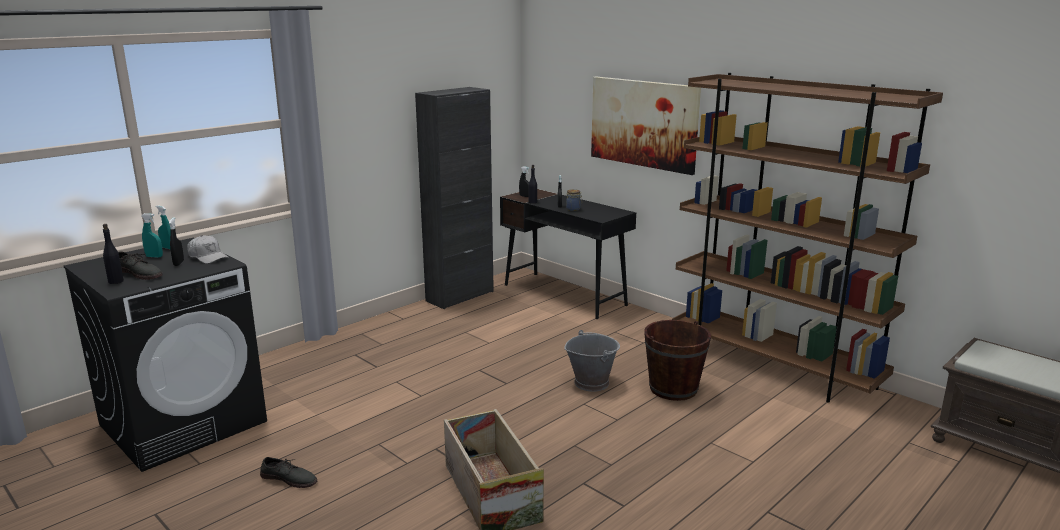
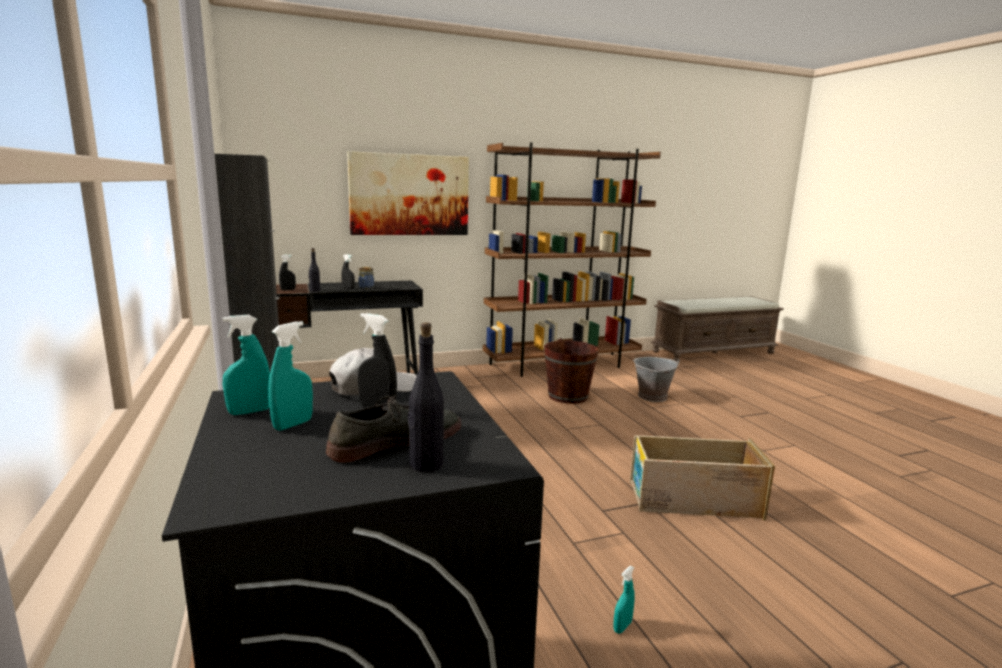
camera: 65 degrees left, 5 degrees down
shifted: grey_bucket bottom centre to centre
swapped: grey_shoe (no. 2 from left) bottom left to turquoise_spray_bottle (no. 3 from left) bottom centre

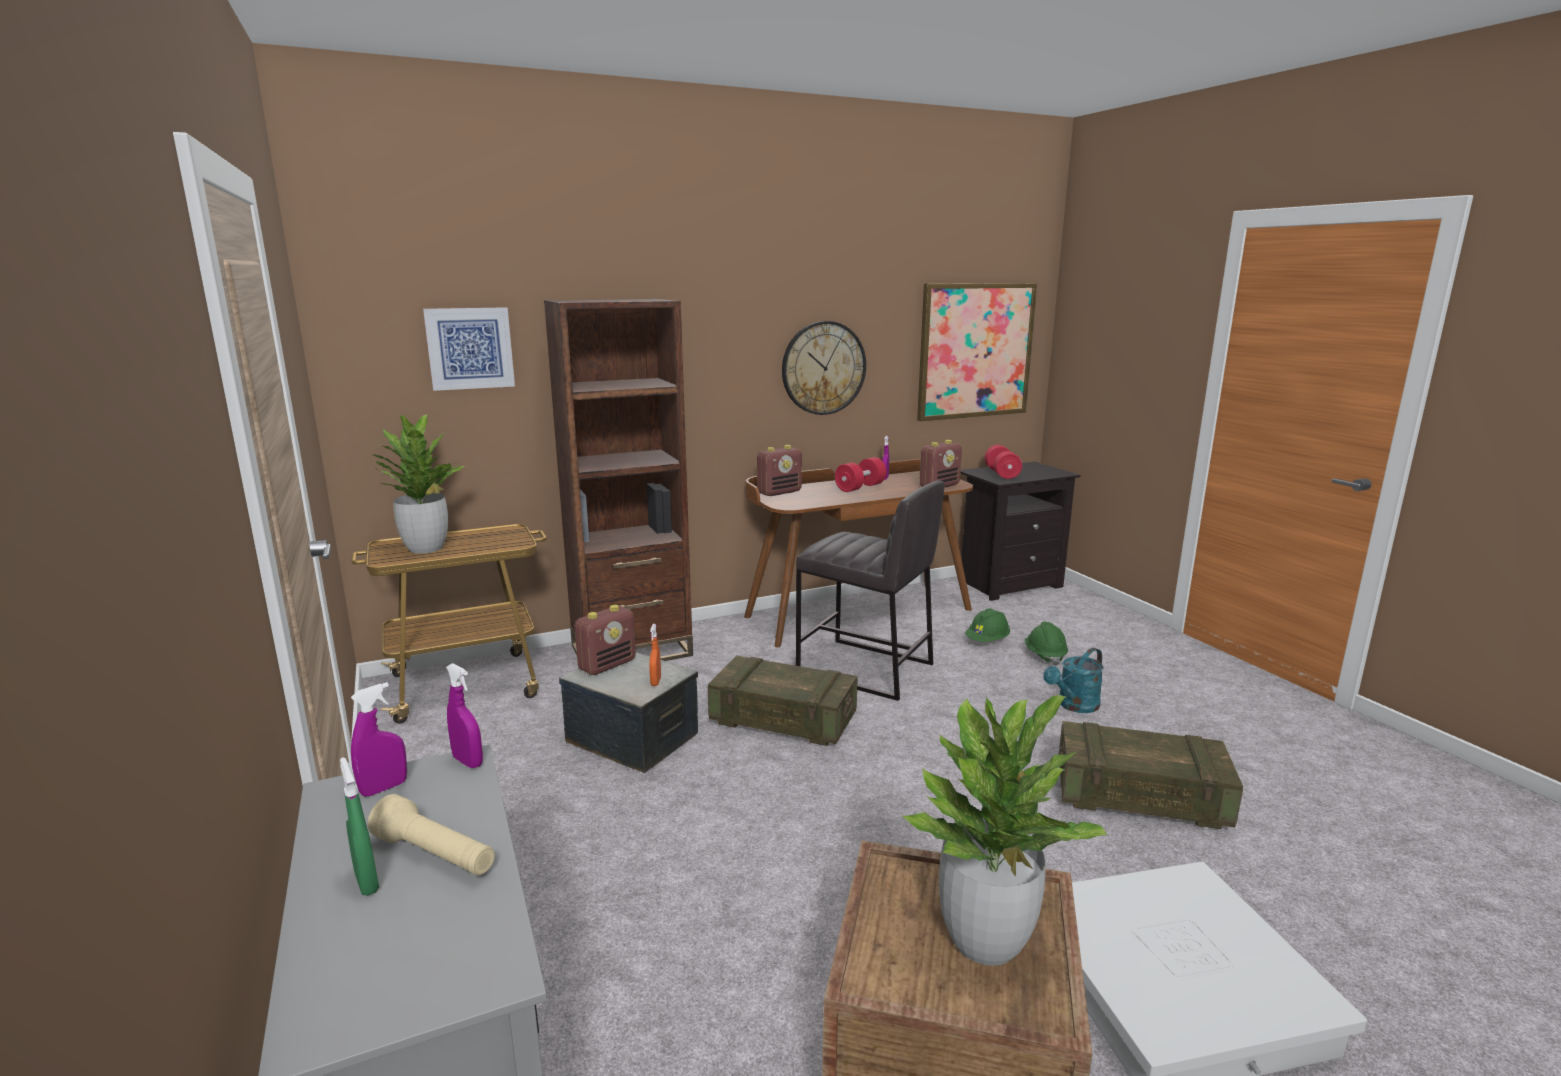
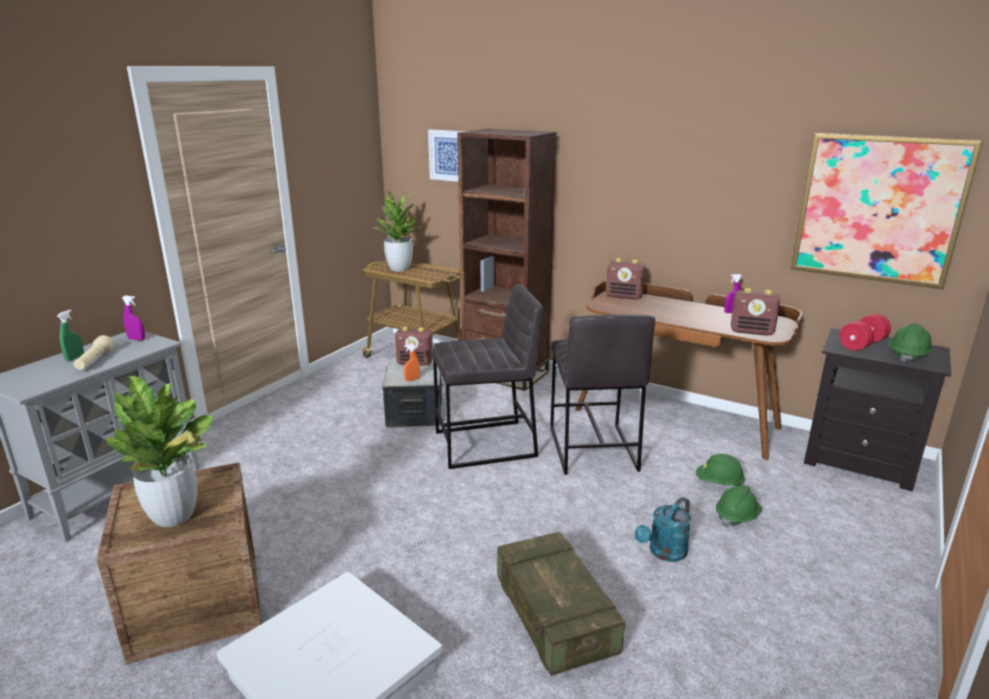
camera: 55 degrees right, 5 degrees up
gone: purple_spray_bottle (no. 2 from left) middle left; wall_clock centre; red_dumbbell (no. 1 from left) centre
new: green_hard_hat (no. 3 from left) middle right
swapped: crate (no. 1 from left) centre to grey_stool (no. 1 from left) centre
rotated: turquoise_watering_can middle right = bottom right 60 degrees counterclockwise

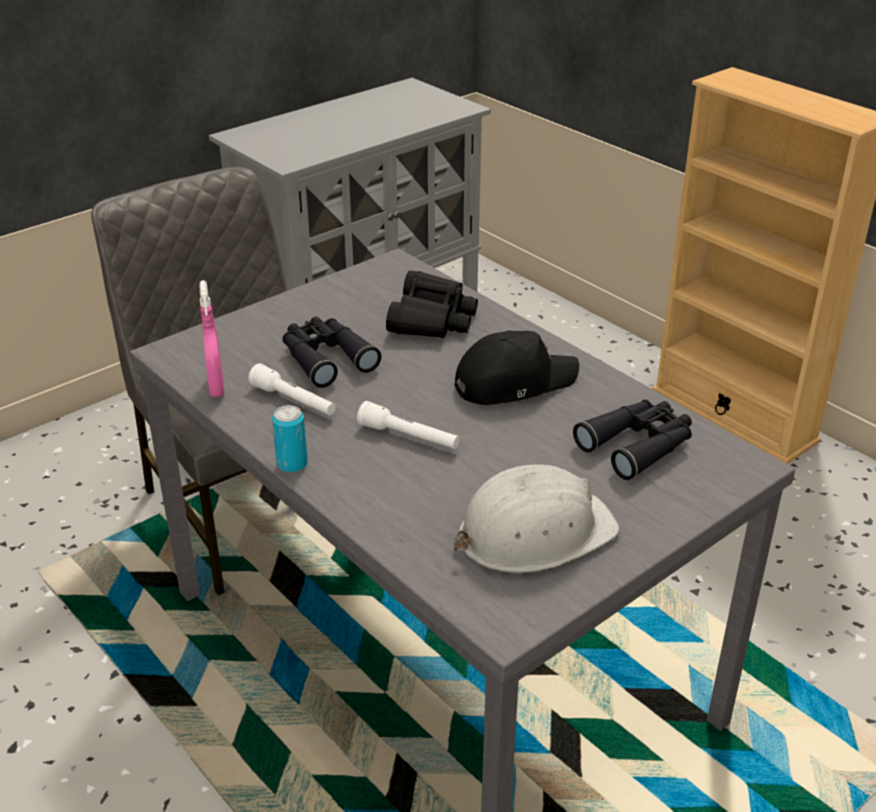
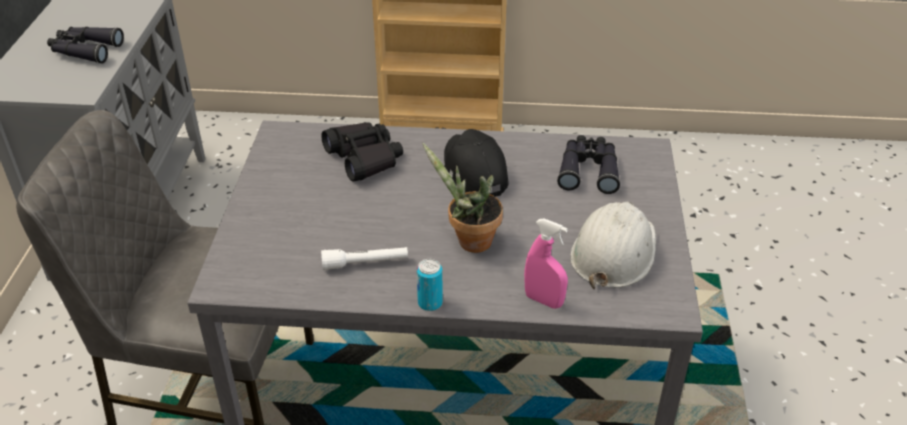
camera: 45 degrees left, 5 degrees up
shifted: pink_spray_bottle middle left to centre; black_binoculars (no. 1 from left) centre to top left
swapped: white_flashlight (no. 2 from left) centre to potted_plant centre
rotated: black_cap centre = centre 45 degrees counterclockwise

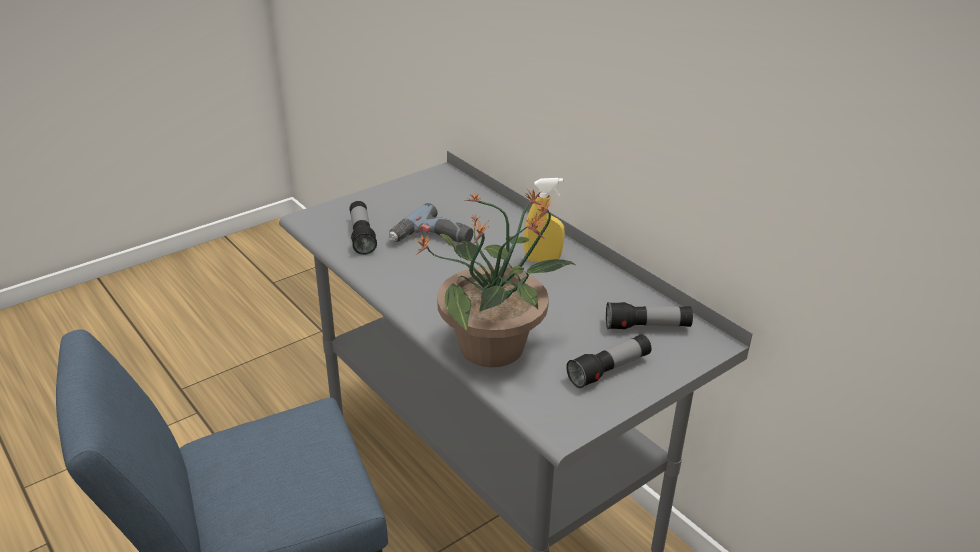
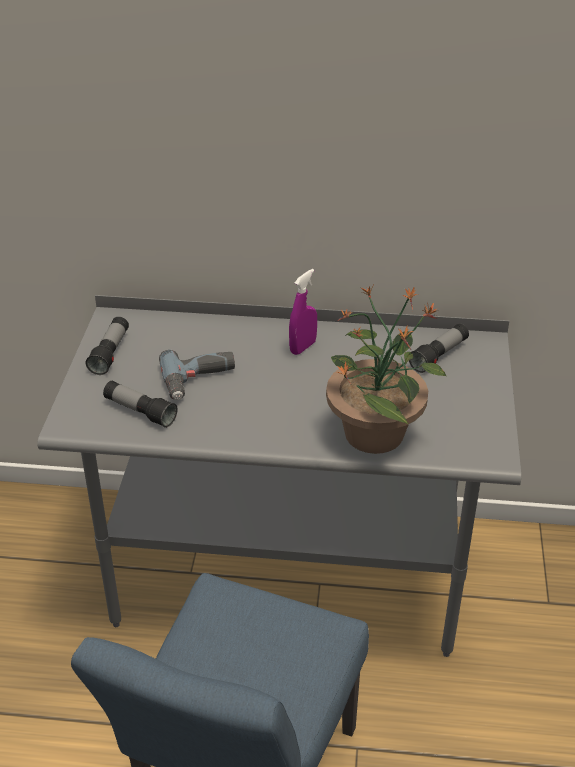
camera: 45 degrees left, 5 degrees up
shifted: flashlight (no. 2 from left in the first image) centre to flashlight (no. 1 from left) middle left
repainted: yellow_spray_bottle centre to purple_spray_bottle centre

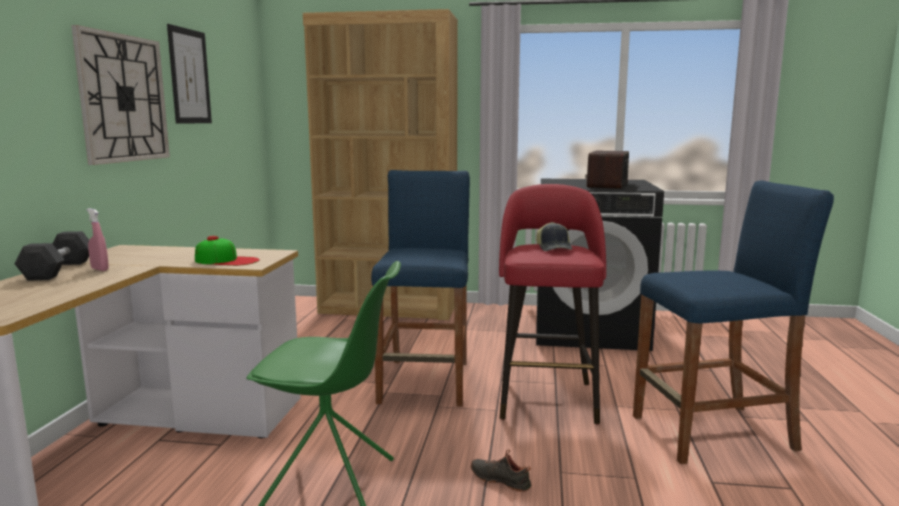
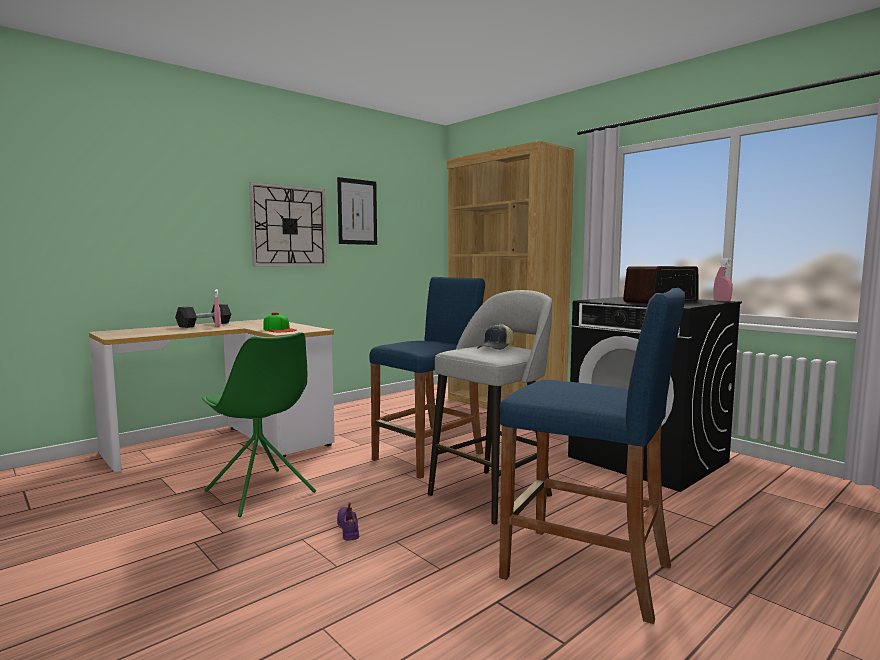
camera: 40 degrees right, 5 degrees down
new: pink_spray_bottle (no. 2 from left) middle right
repainted: black_shoe bottom centre to purple_shoe bottom centre; red_stool centre to grey_stool centre

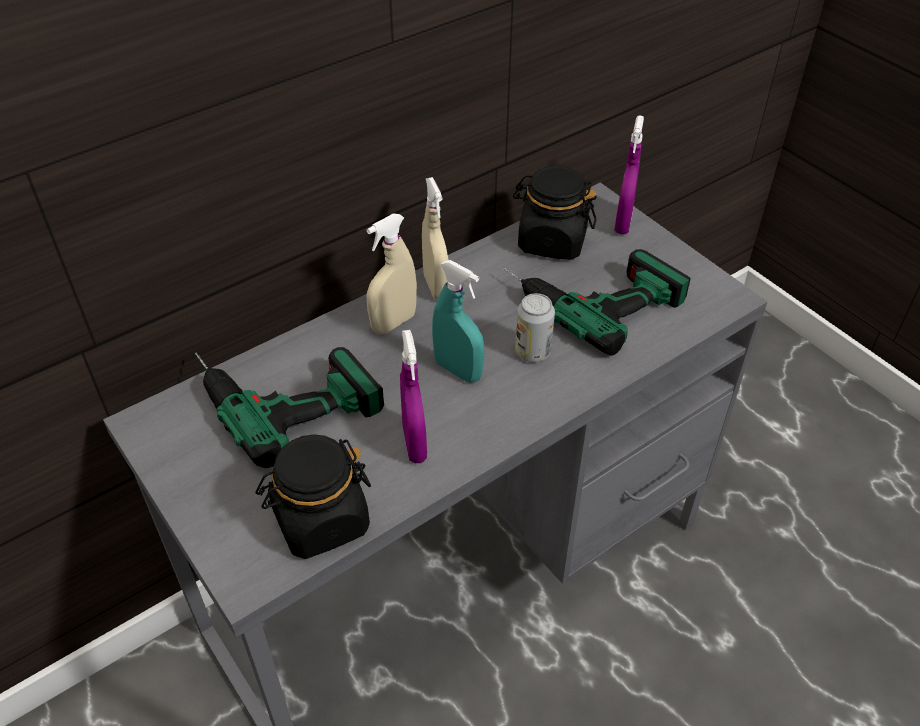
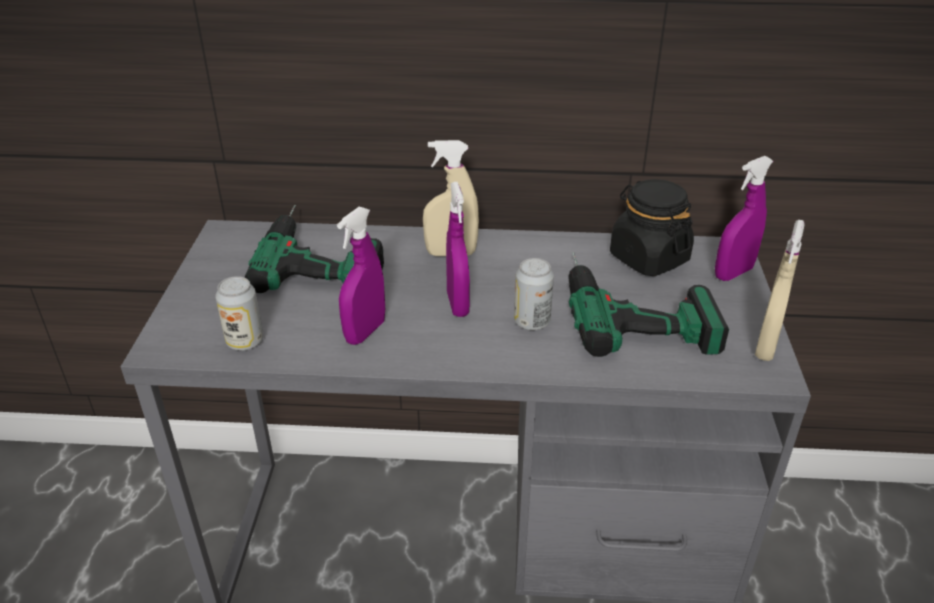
camera: 40 degrees right, 10 degrees down
shifted: beige_spray_bottle (no. 2 from left) top centre to middle right
swapped: black_jar (no. 1 from left) bottom centre to can (no. 1 from left) middle left
repainted: turquoise_spray_bottle centre to purple_spray_bottle (no. 2 from left) centre

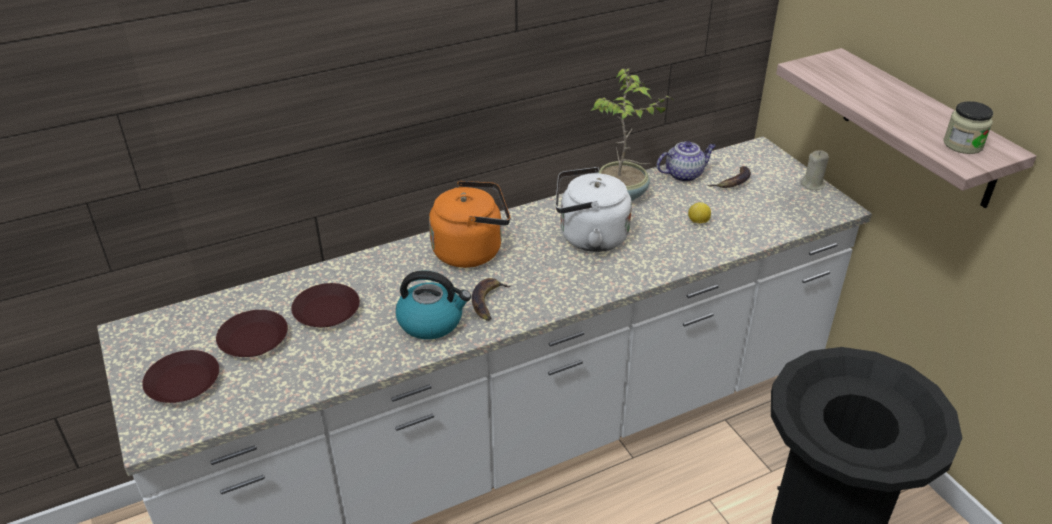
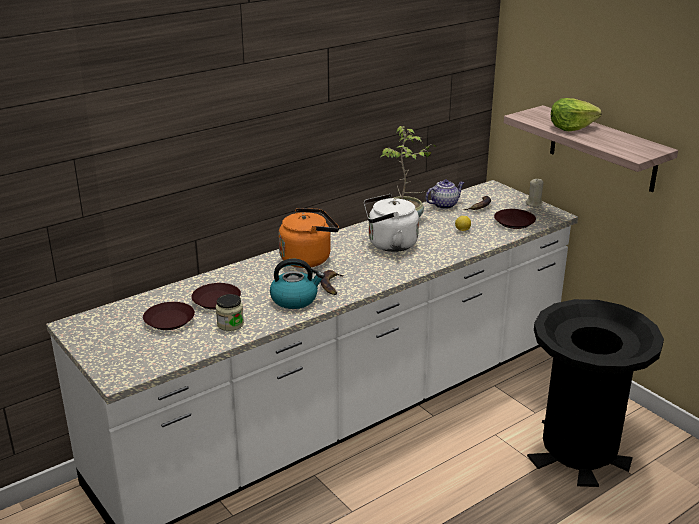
camera: 10 degrees left, 10 degrees down
new: lettuce top right
shifted: brown_plate (no. 1 from left in the first image) bottom left to brown_plate (no. 3 from left) middle right; jar top right to middle left

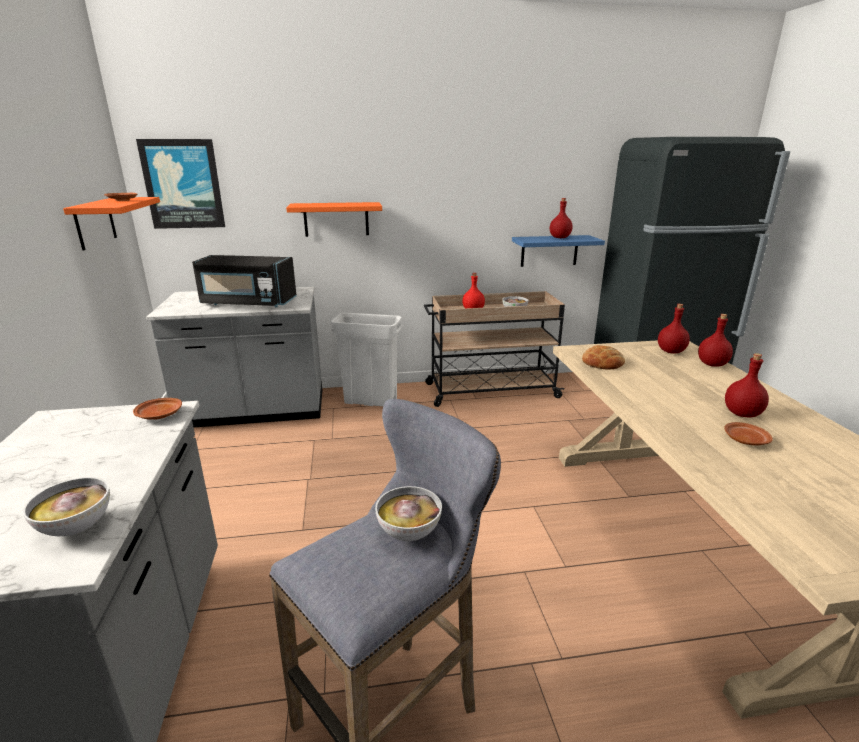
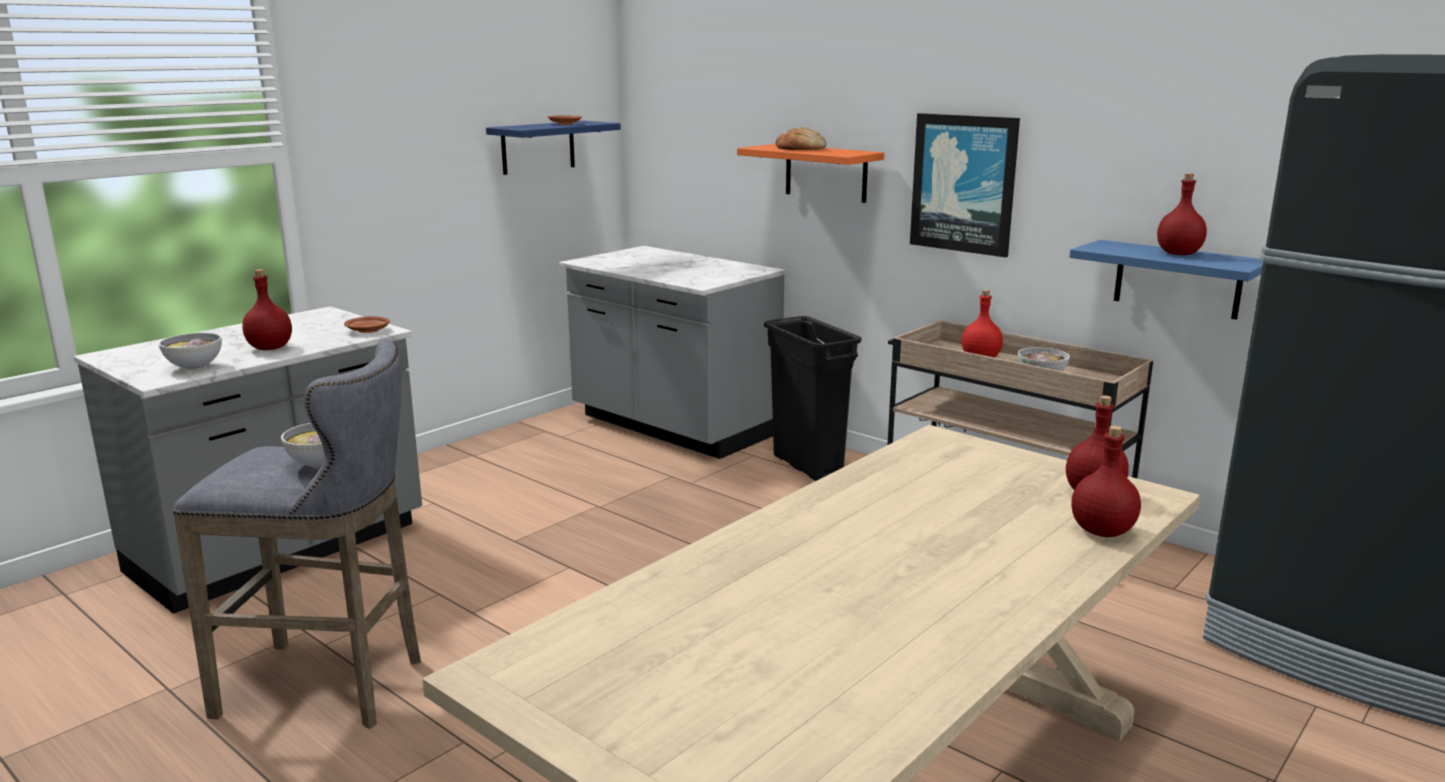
camera: 50 degrees right, 5 degrees down
gone: black_microwave middle left; brown_plate (no. 3 from left) middle right
shifted: picture top left to top right; bread middle right to top centre; red_bottle (no. 5 from left in the first image) middle right to red_bottle (no. 1 from left) middle left
repainted: orange_shelf (no. 1 from left) top left to blue_shelf (no. 1 from left) top centre; white_trash_can centre to black_trash_can centre

